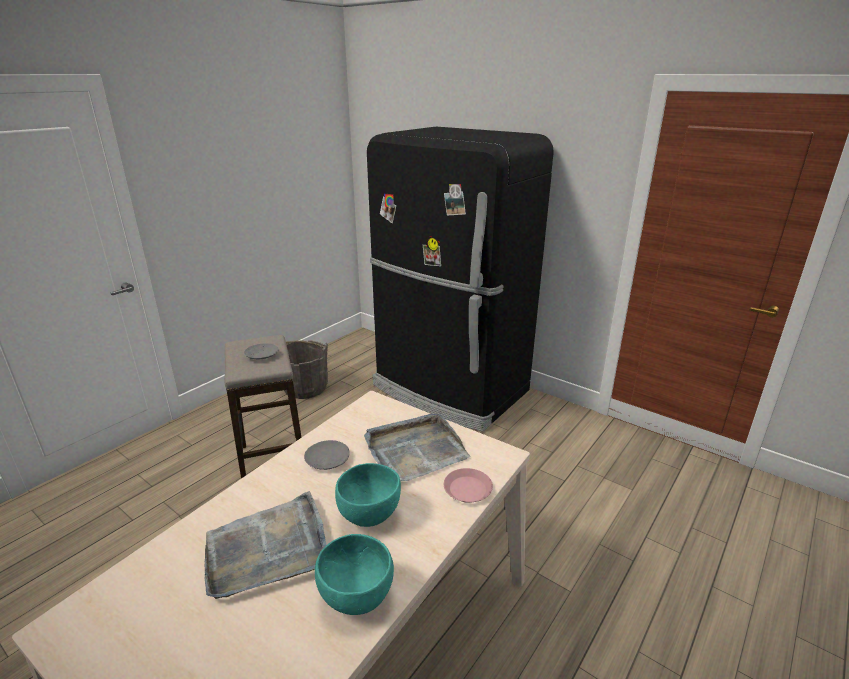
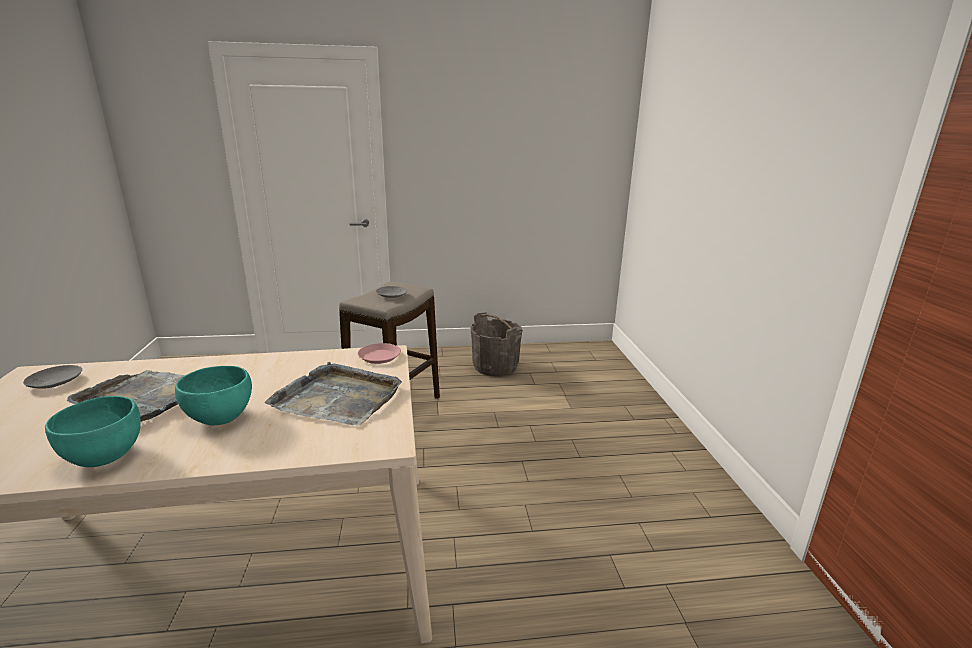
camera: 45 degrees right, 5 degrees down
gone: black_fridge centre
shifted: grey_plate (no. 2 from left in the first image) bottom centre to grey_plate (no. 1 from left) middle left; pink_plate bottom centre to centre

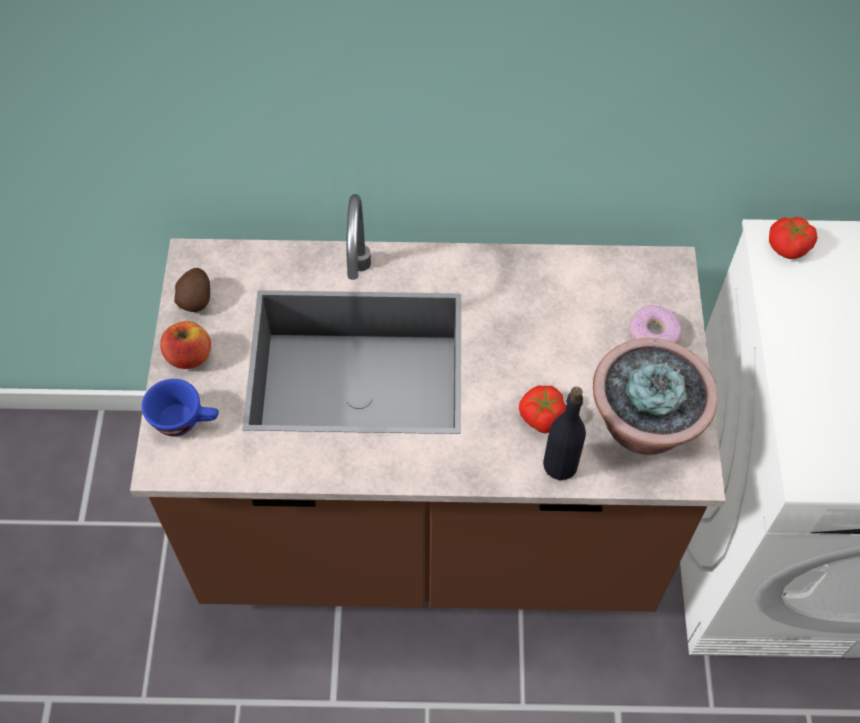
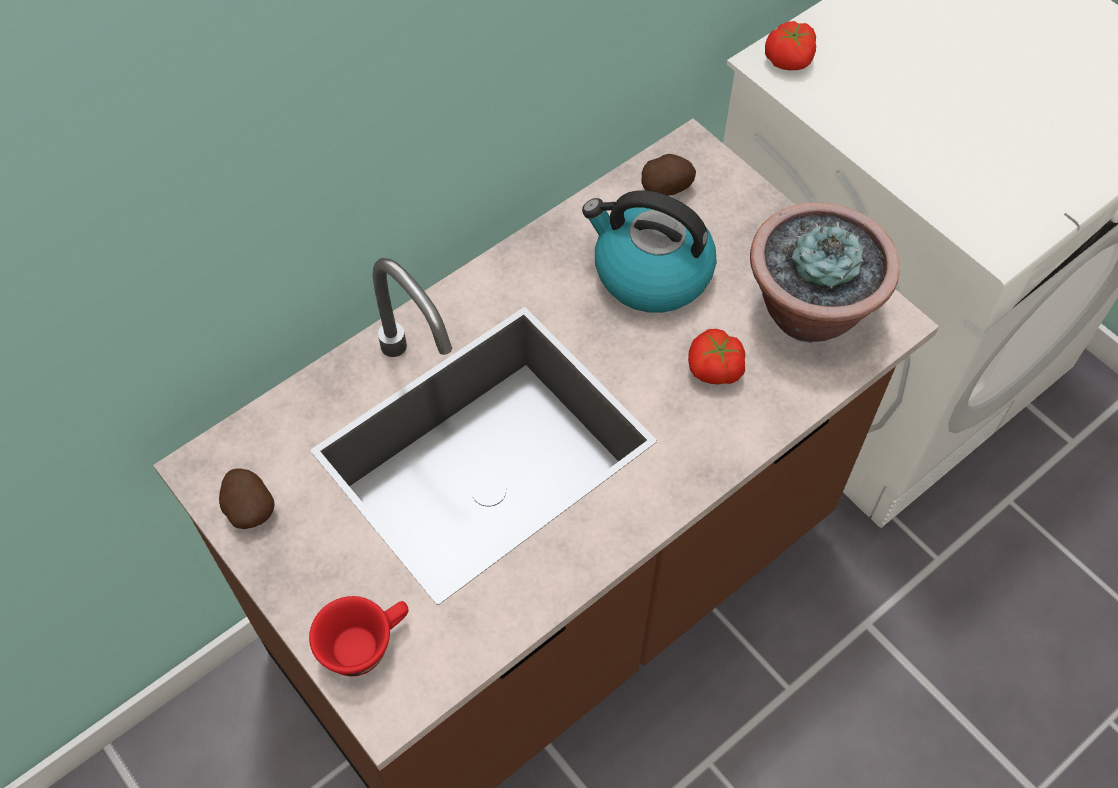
camera: 40 degrees left, 0 degrees up
gone: apple middle left; black_bottle centre; donut middle right
new: kettle top centre; potato (no. 2 from left) top centre
repainted: blue_cup middle left to red_cup bottom left

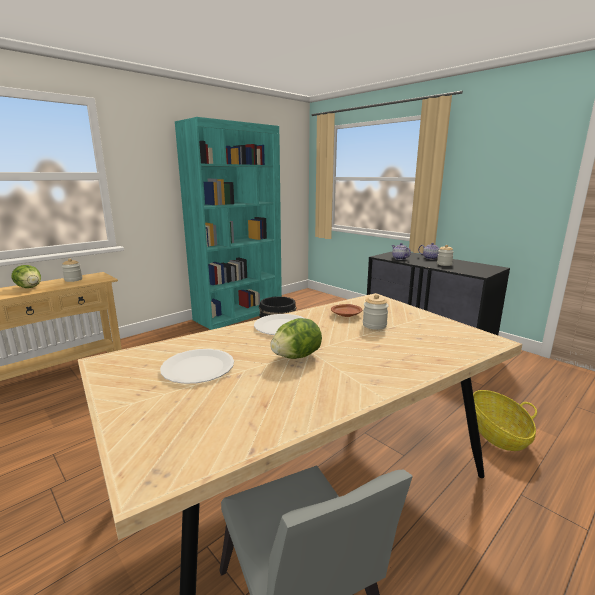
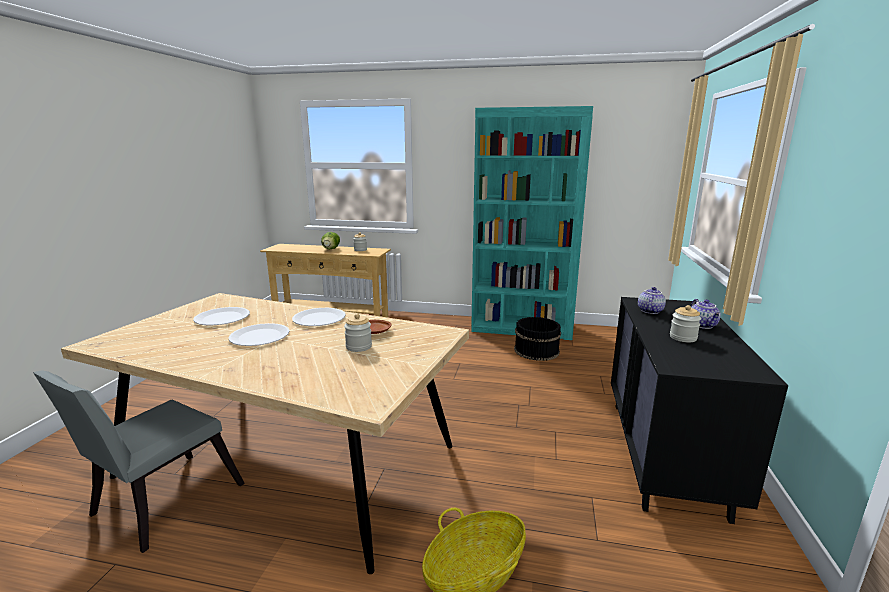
camera: 55 degrees right, 0 degrees up
swapped: lettuce (no. 2 from left) centre to white_plate (no. 2 from left) middle left

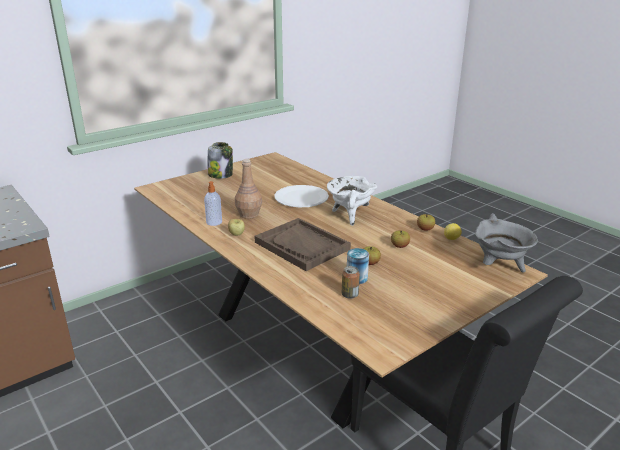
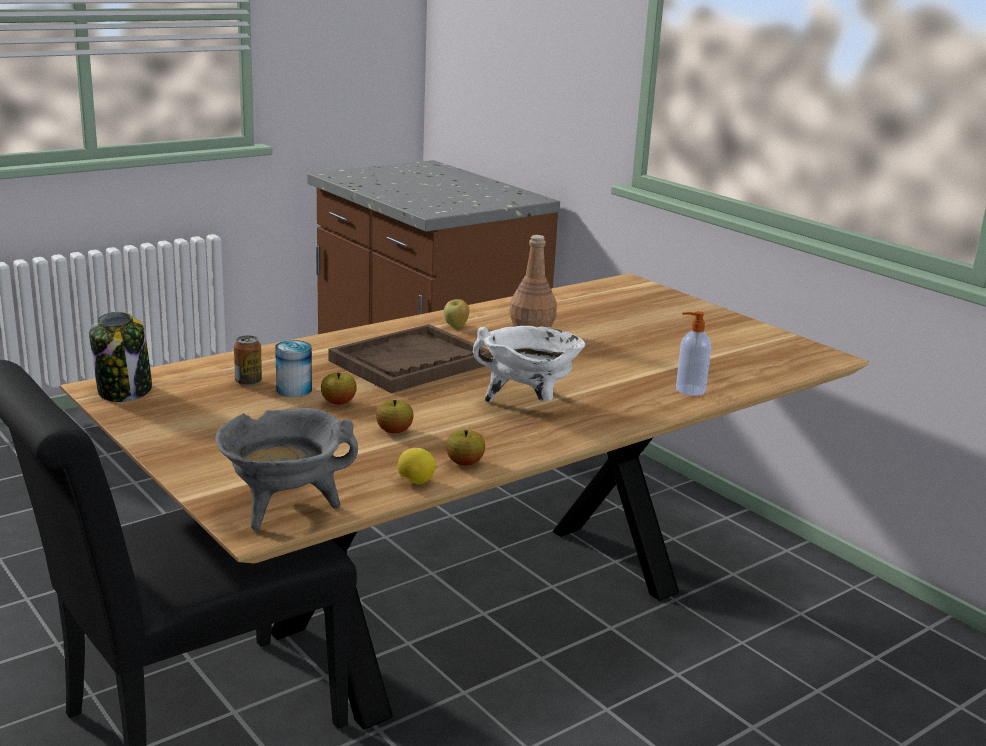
camera: 90 degrees right, 5 degrees down
gone: white_plate centre
shifted: soap_dispenser centre to middle right; jar centre to middle left

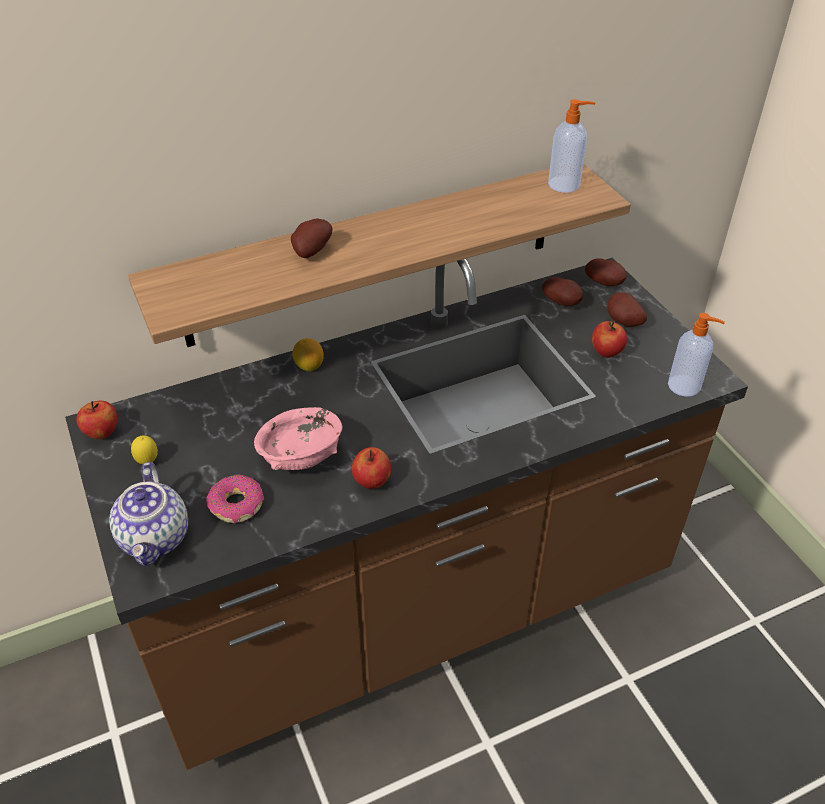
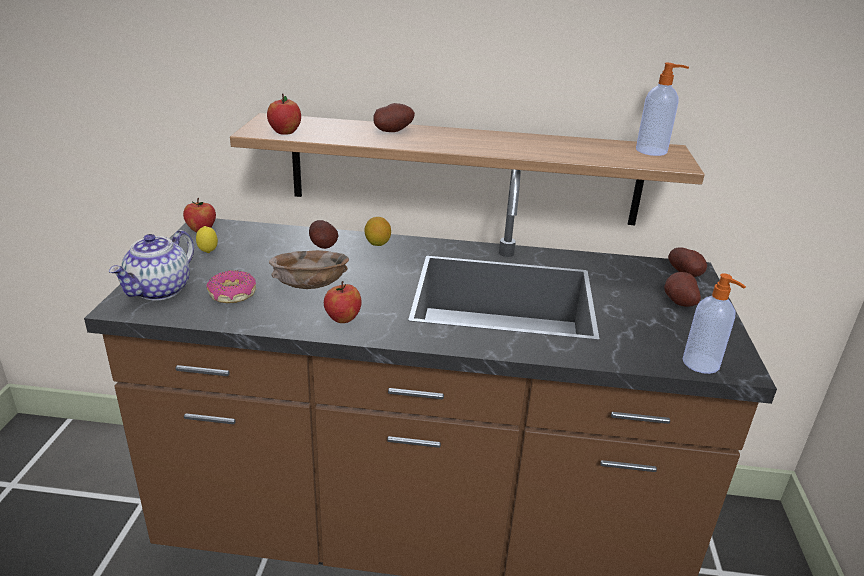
camera: 30 degrees right, 15 degrees down
shifted: potato (no. 2 from left in the first image) middle right to potato (no. 1 from left) centre; apple (no. 3 from left in the first image) middle right to apple (no. 2 from left) top left
repainted: pink_bowl centre to brown_bowl centre

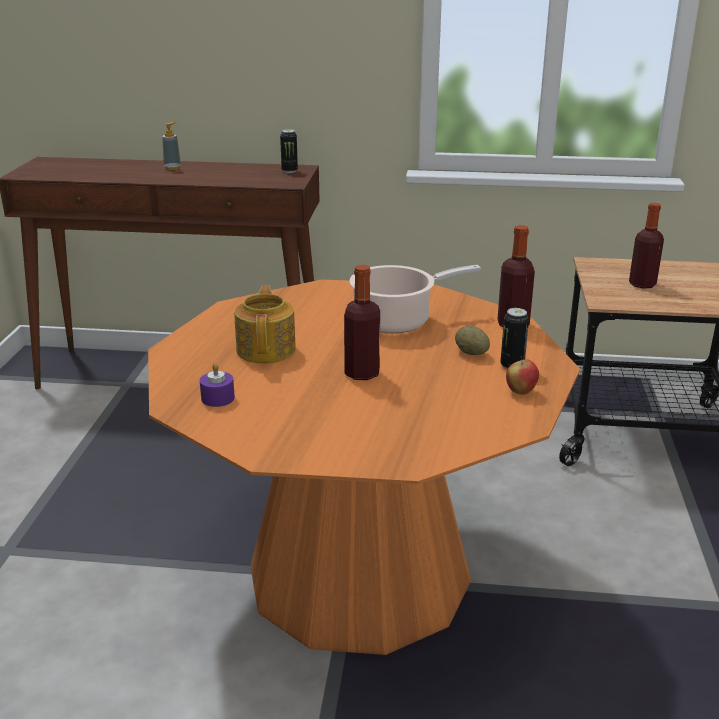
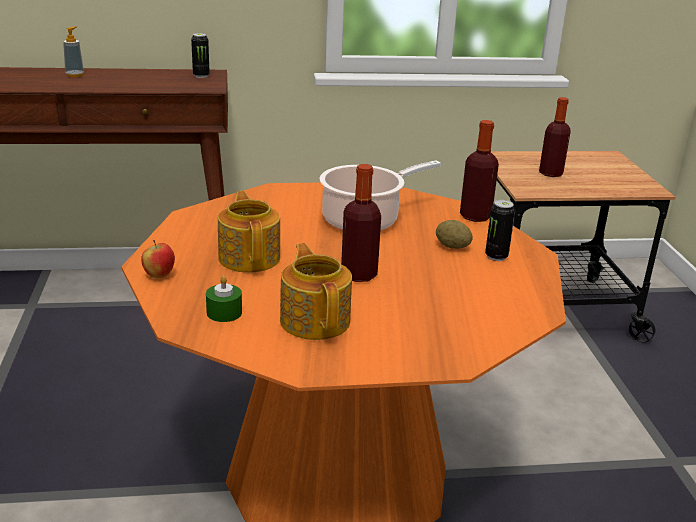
camera: 15 degrees left, 0 degrees up
new: teapot (no. 2 from left) centre
shifted: apple middle right to middle left
repainted: purple_candle middle left to green_candle middle left

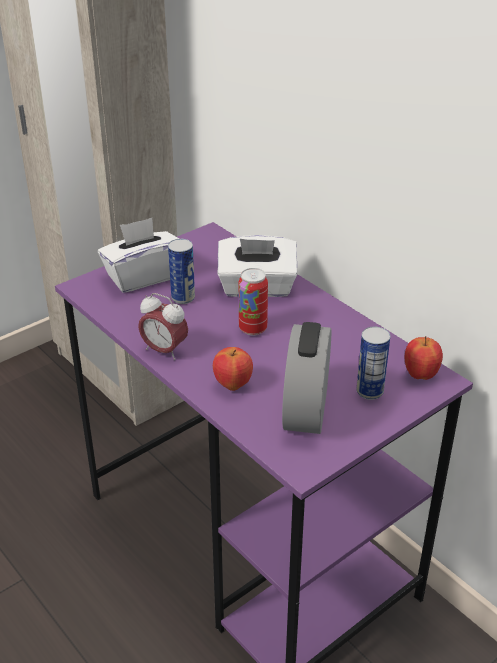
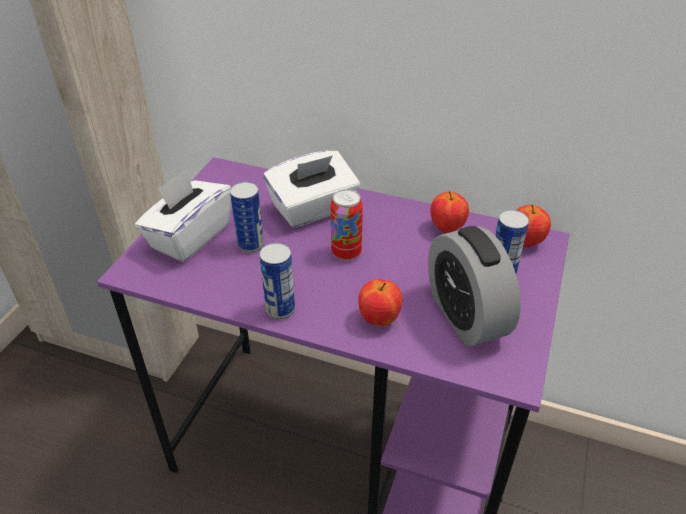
camera: 30 degrees left, 5 degrees up
new: apple (no. 2 from left) centre
swapped: alarm_clock (no. 1 from left) middle left to can (no. 2 from left) centre

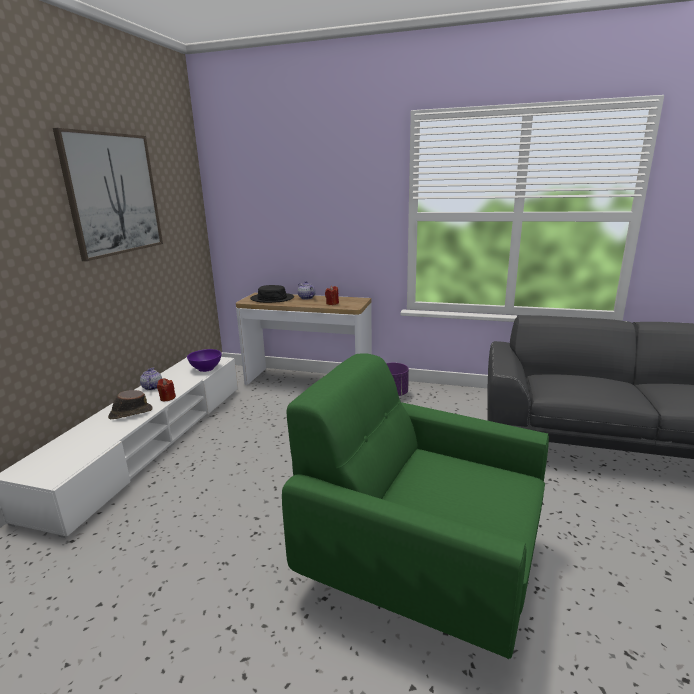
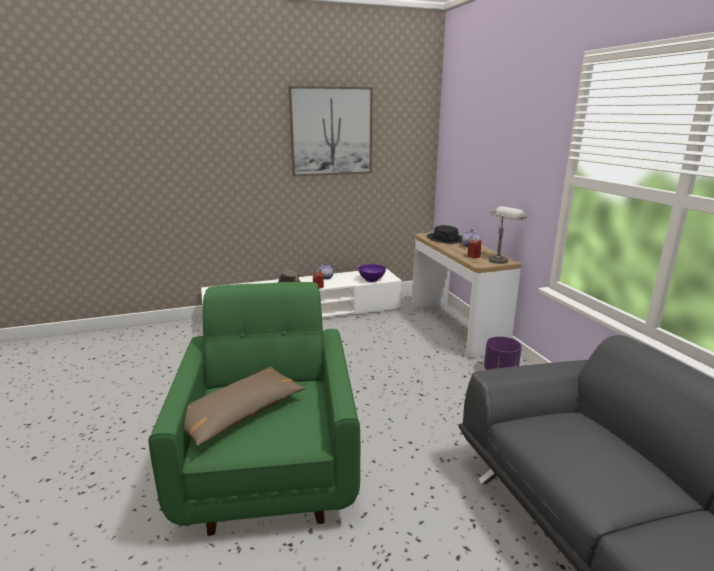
camera: 55 degrees right, 0 degrees up
new: brown_pillow bottom centre; grey_table_lamp middle right

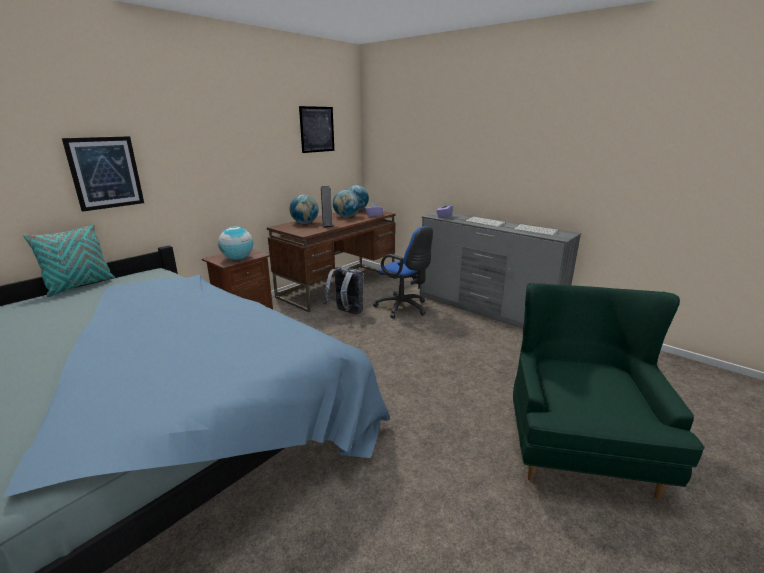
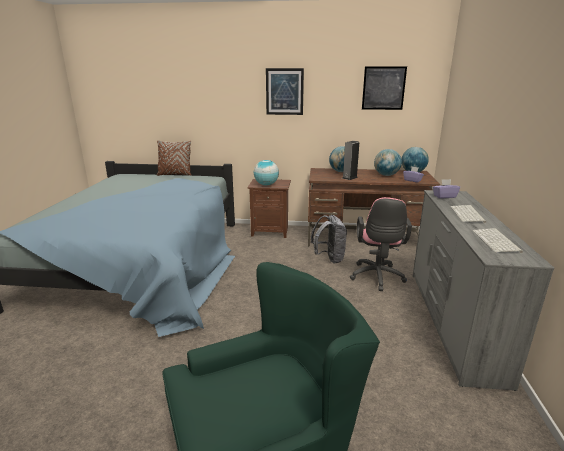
camera: 55 degrees right, 0 degrees up
shifted: picture (no. 1 from left) top left to top centre
repainted: turquoise_pillow middle left to brown_pillow middle left; blue_office_chair centre to pink_office_chair middle right

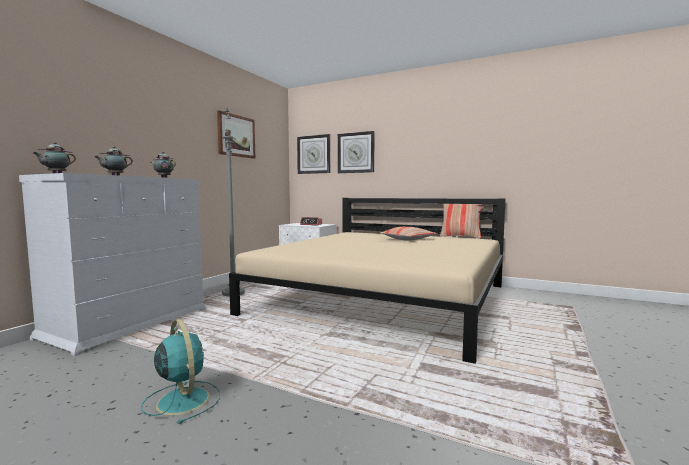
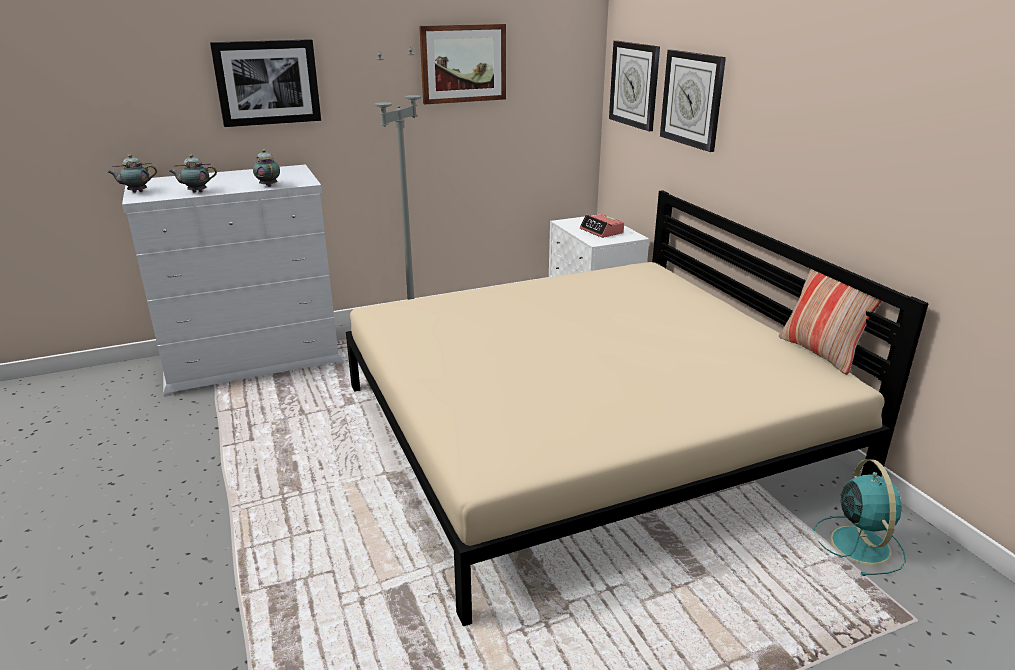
camera: 40 degrees right, 20 degrees up
gone: pillow (no. 1 from left) centre
new: picture (no. 1 from left) top left
shifted: turquoise_fan bottom left to bottom right

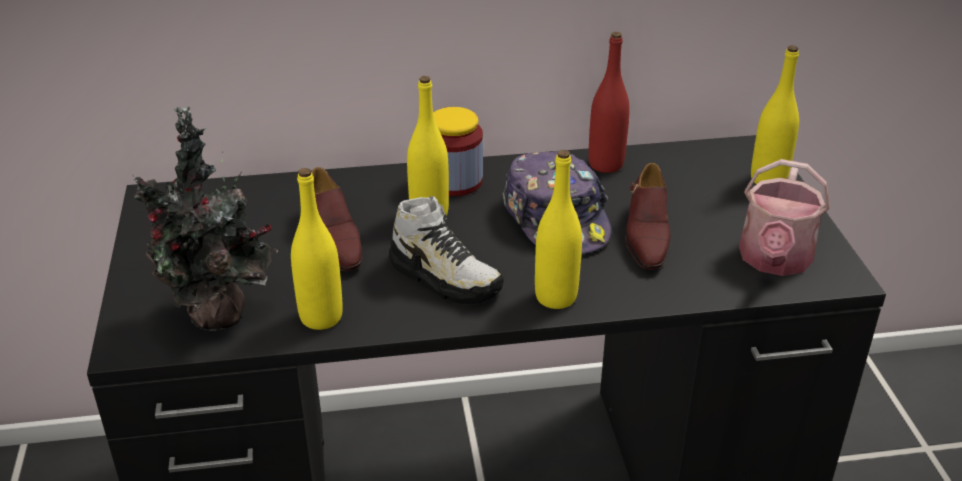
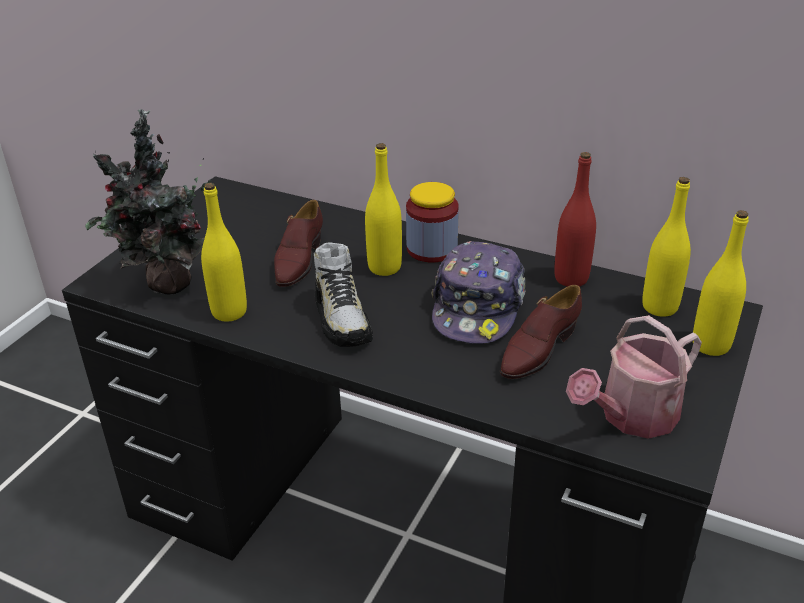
camera: 35 degrees right, 0 degrees up
shifted: yellow_bottle (no. 3 from left) centre to middle right

